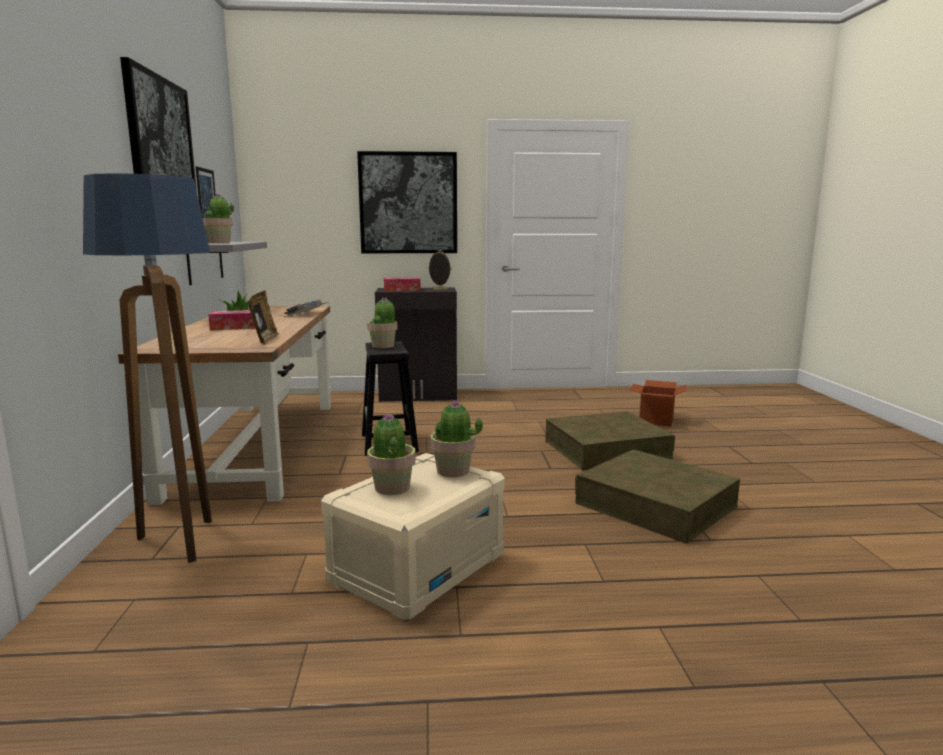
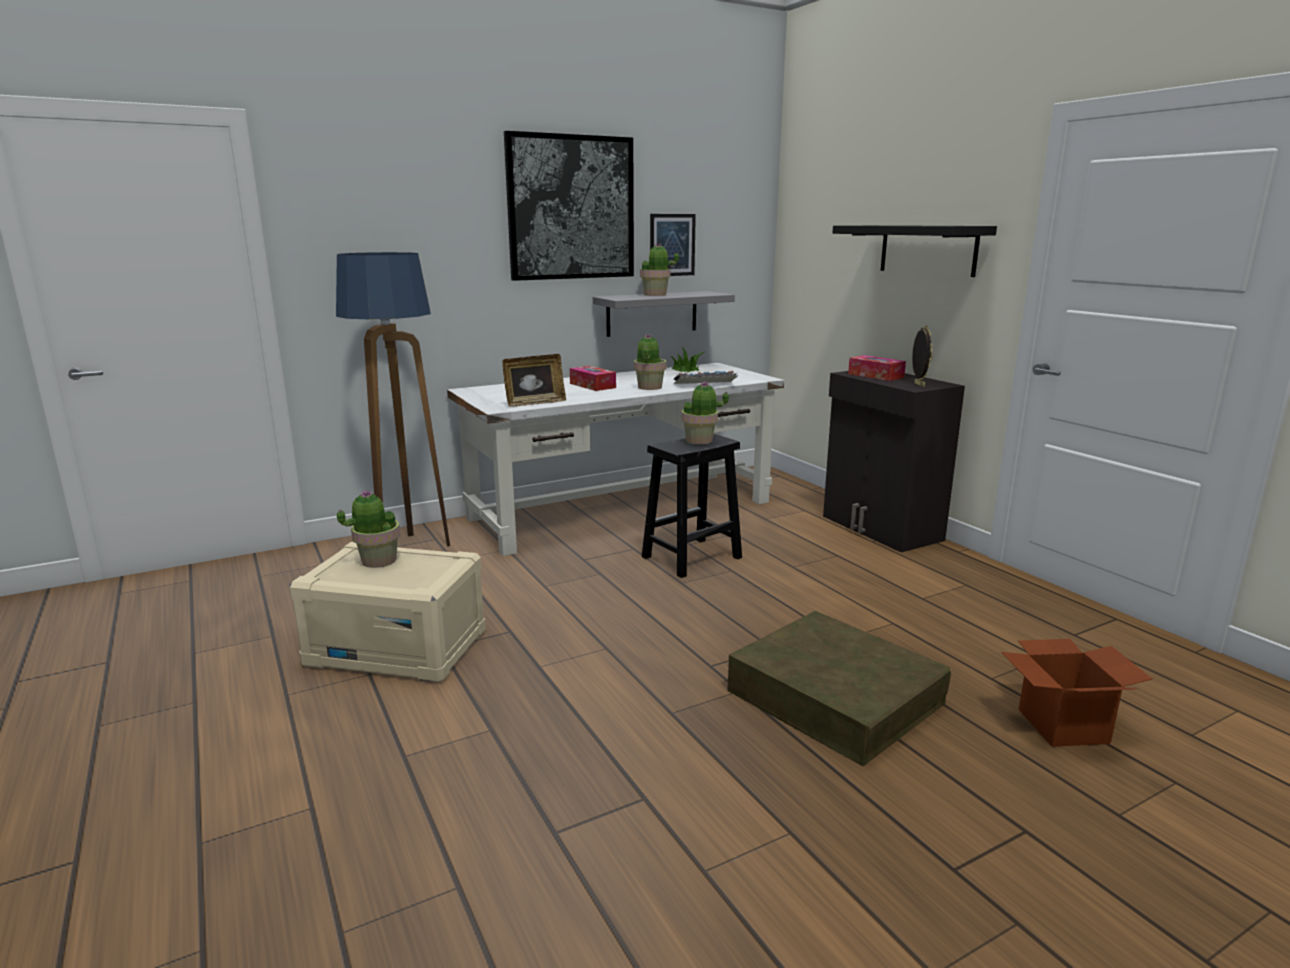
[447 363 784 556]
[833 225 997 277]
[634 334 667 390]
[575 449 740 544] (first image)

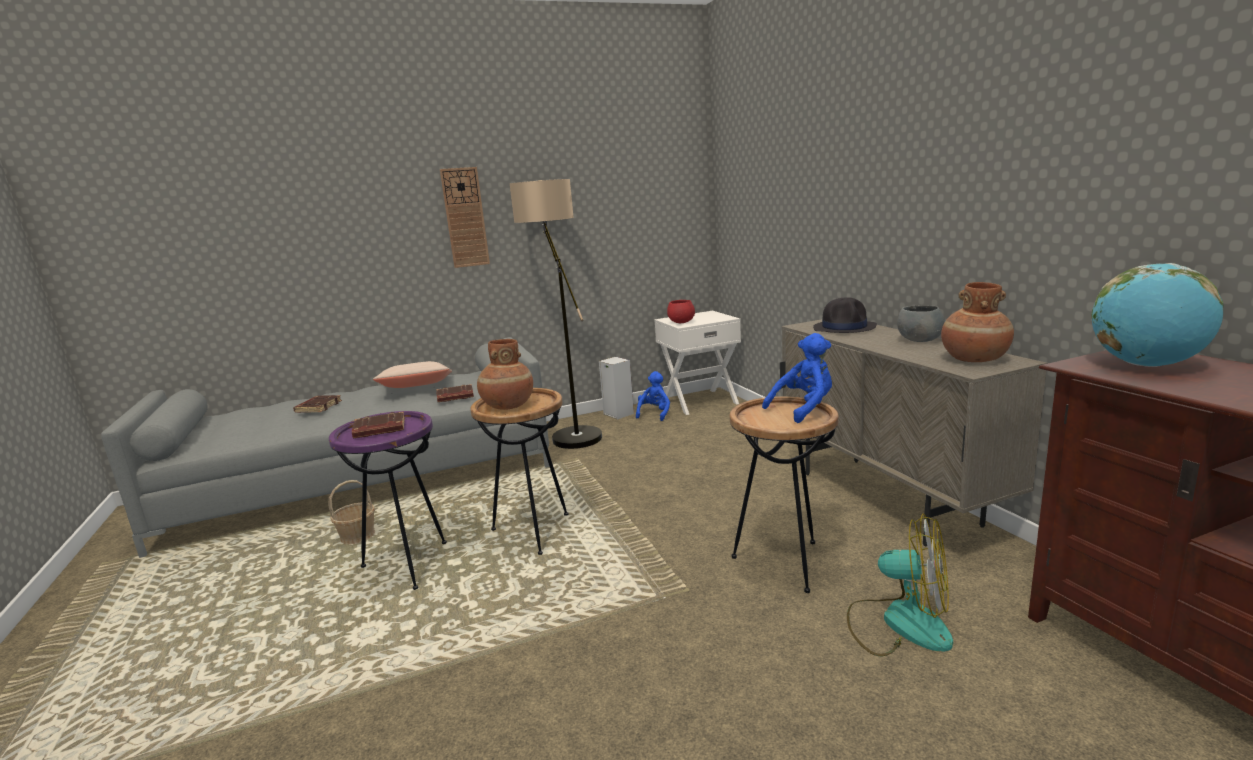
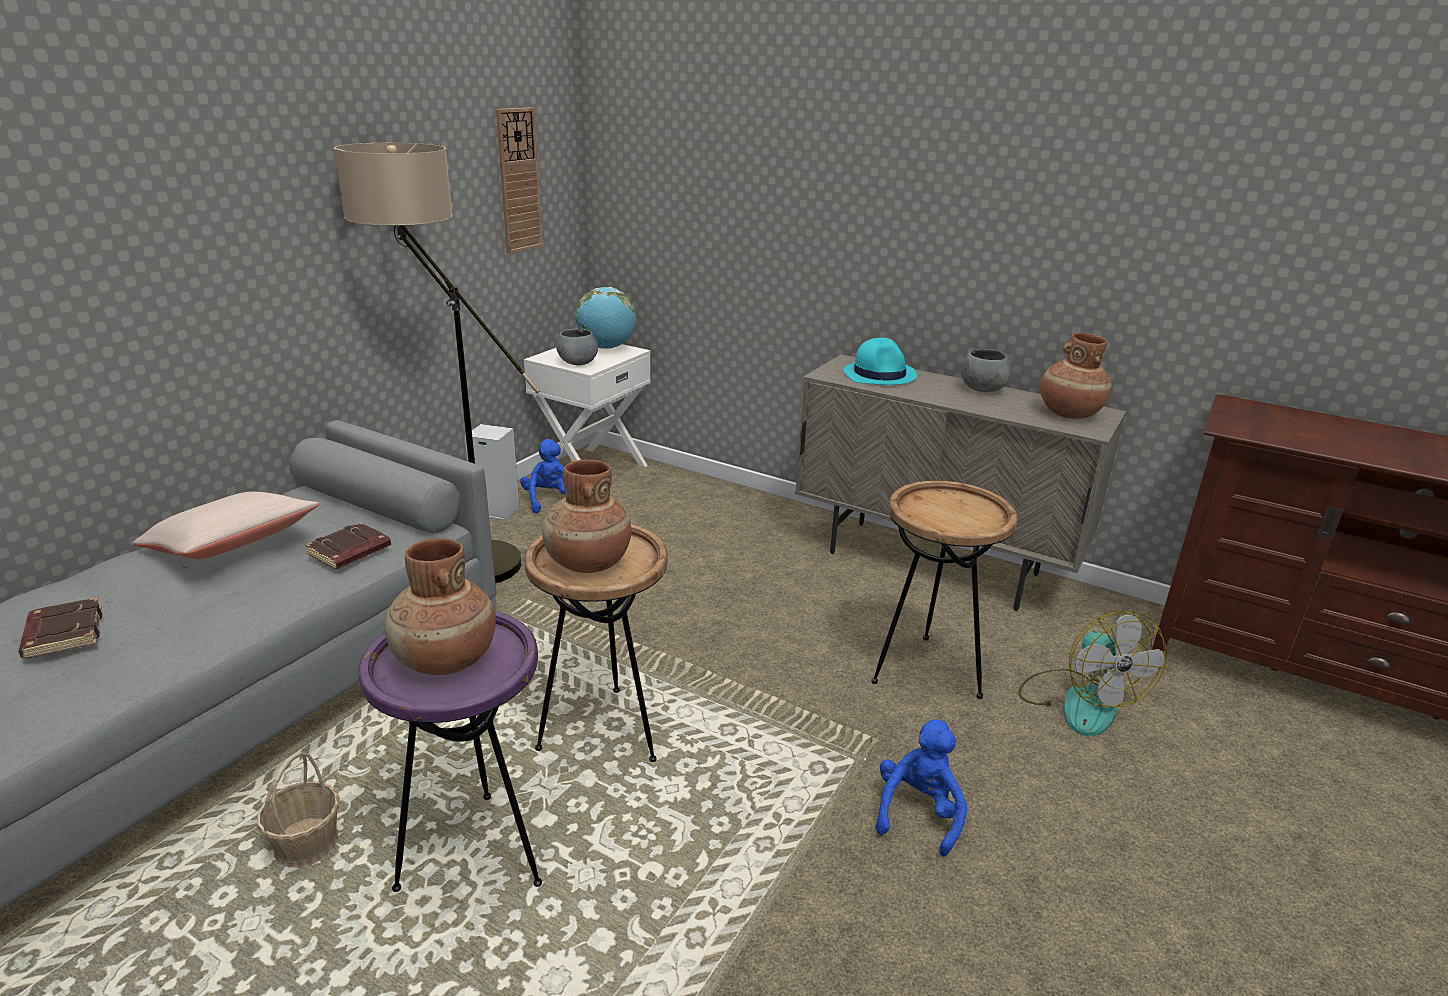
[384 538 496 675]
[496 107 543 254]
[556 329 598 365]
[876 719 967 857]
[844 338 917 385]
[1018 611 1167 736]
[575 287 637 349]

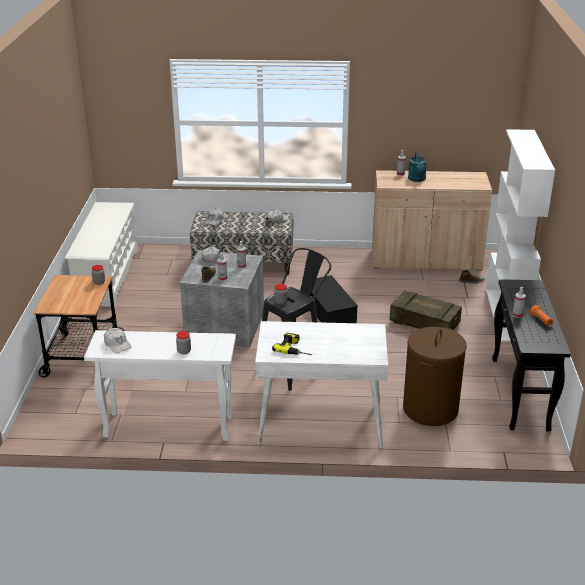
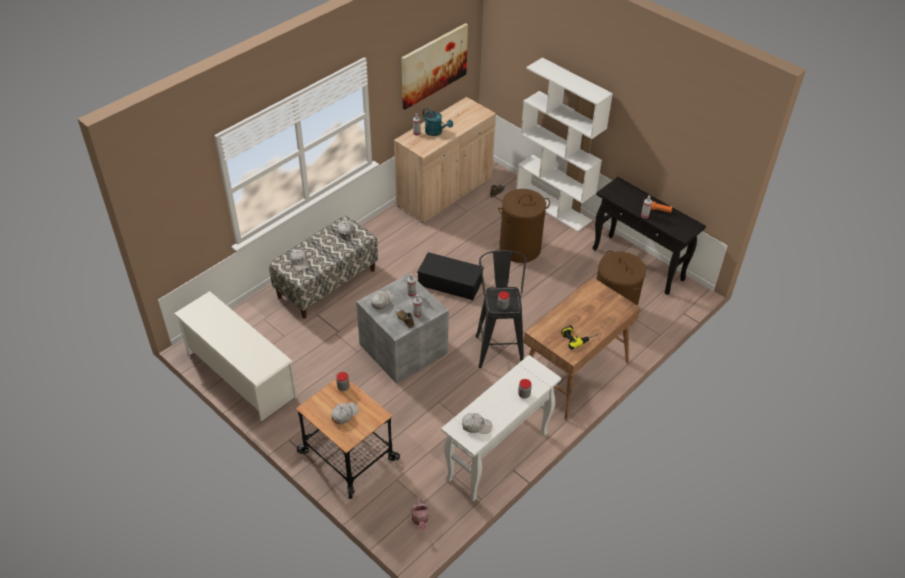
[523 277 641 420]
[498 189 550 263]
[331 402 359 424]
[401 23 468 110]
[411 497 429 530]

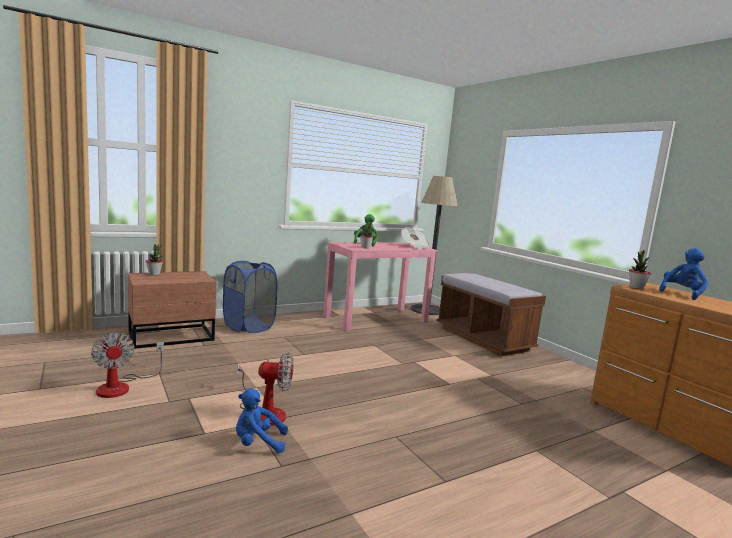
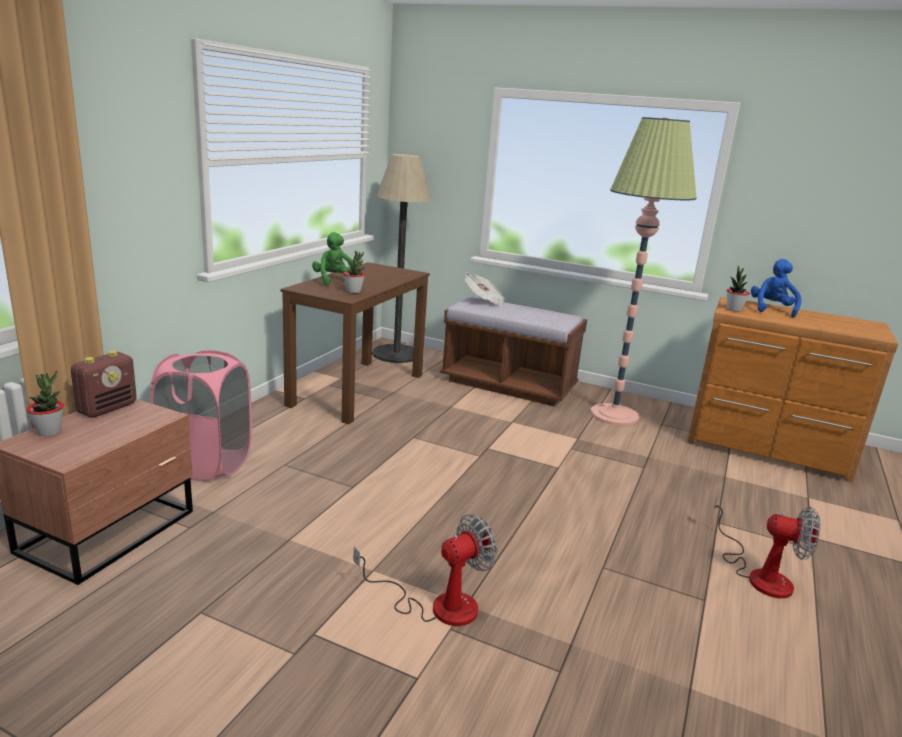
[714 498 821 598]
[150 350 252 481]
[236 389 288 453] (first image)
[280 262 430 424]
[465 272 505 306]
[71 351 137 417]
[590 117 697 426]

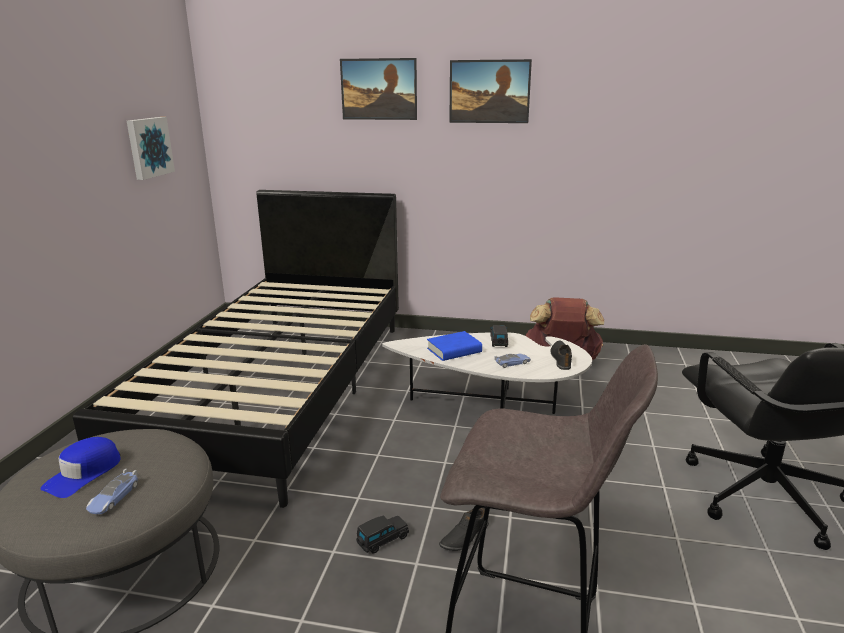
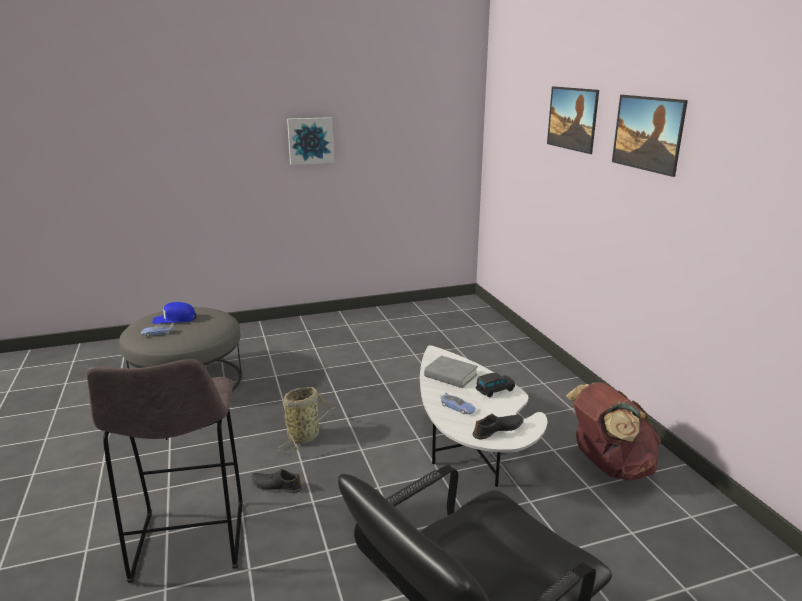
[73 190 399 508] (first image)
[287 117 334 165]
[356 516 409 554] (first image)
[424 355 478 388]
[278 387 335 452]

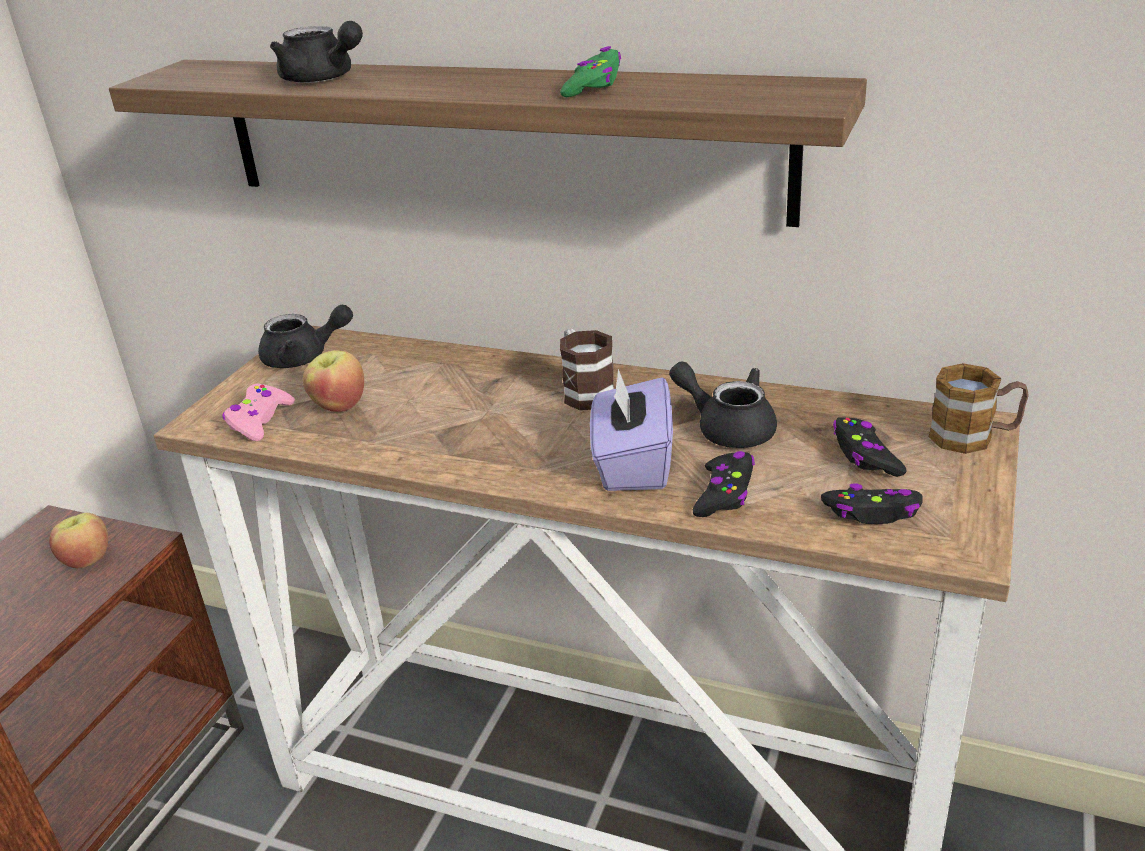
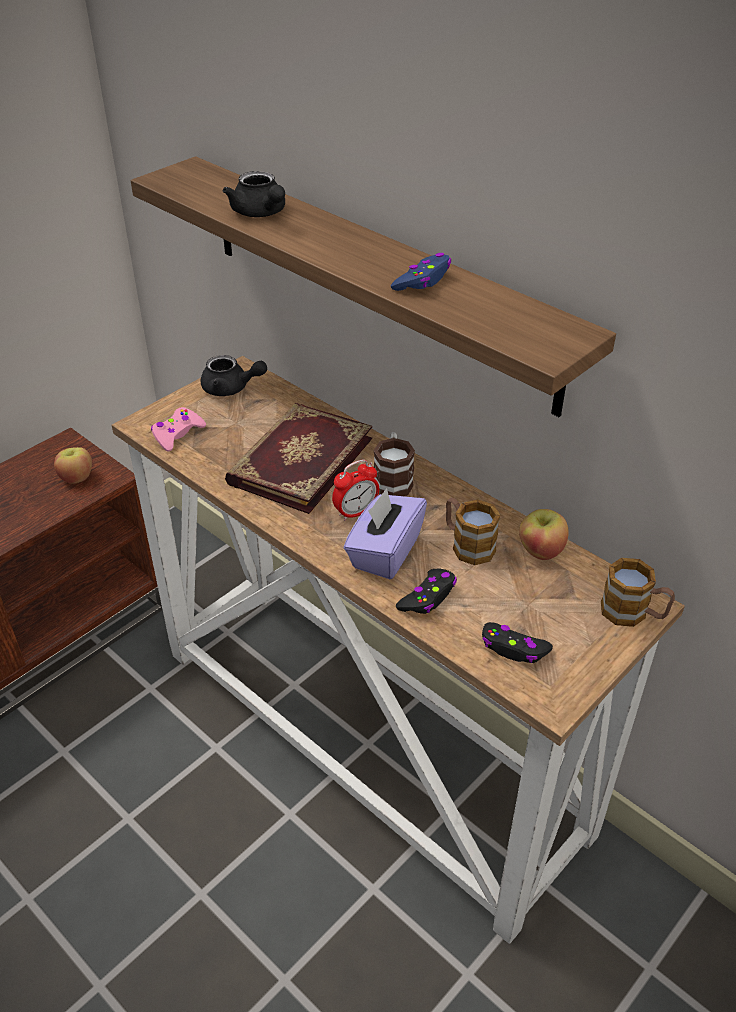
[519 509 569 560]
[391 253 451 291]
[446 498 500 565]
[833 417 907 477] (first image)
[225 403 372 514]
[332 460 379 521]

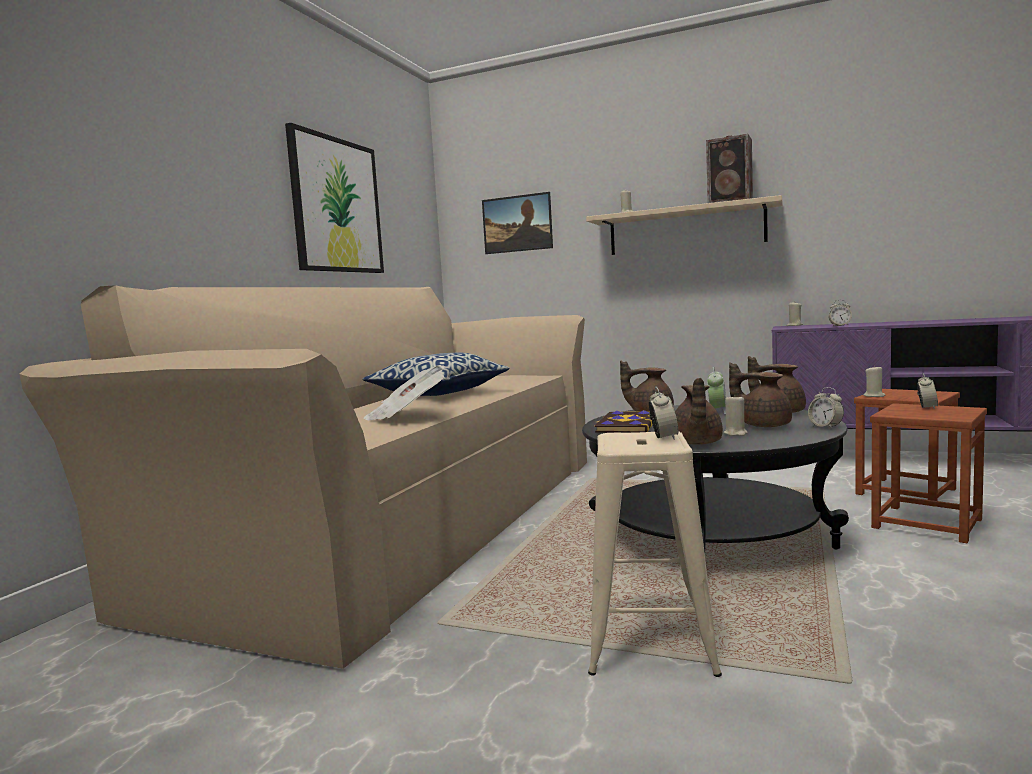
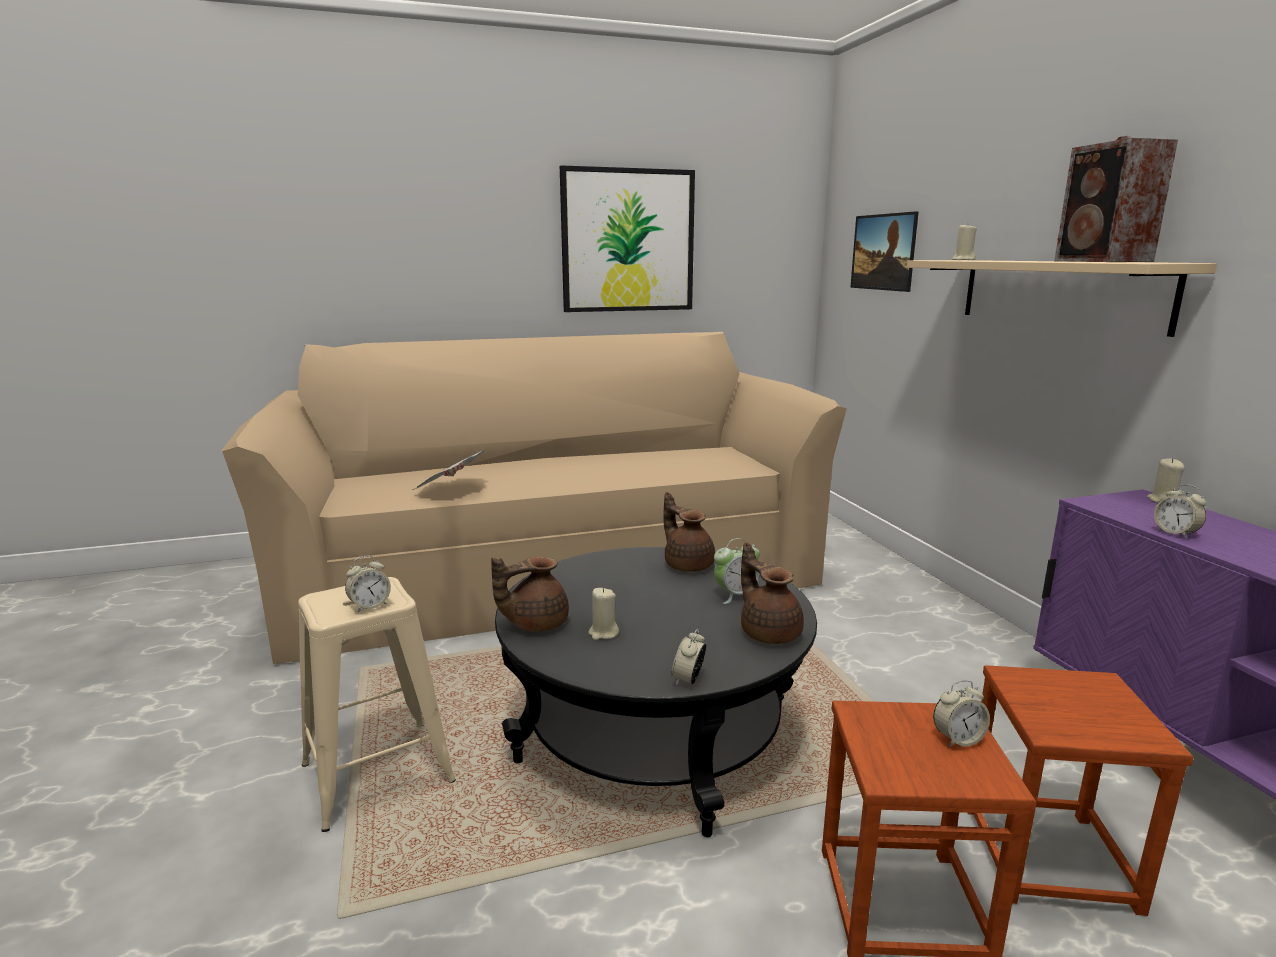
[363 353 510 396] (first image)
[594 410 653 433] (first image)
[729 362 792 427] (first image)
[864 365 886 397] (first image)

